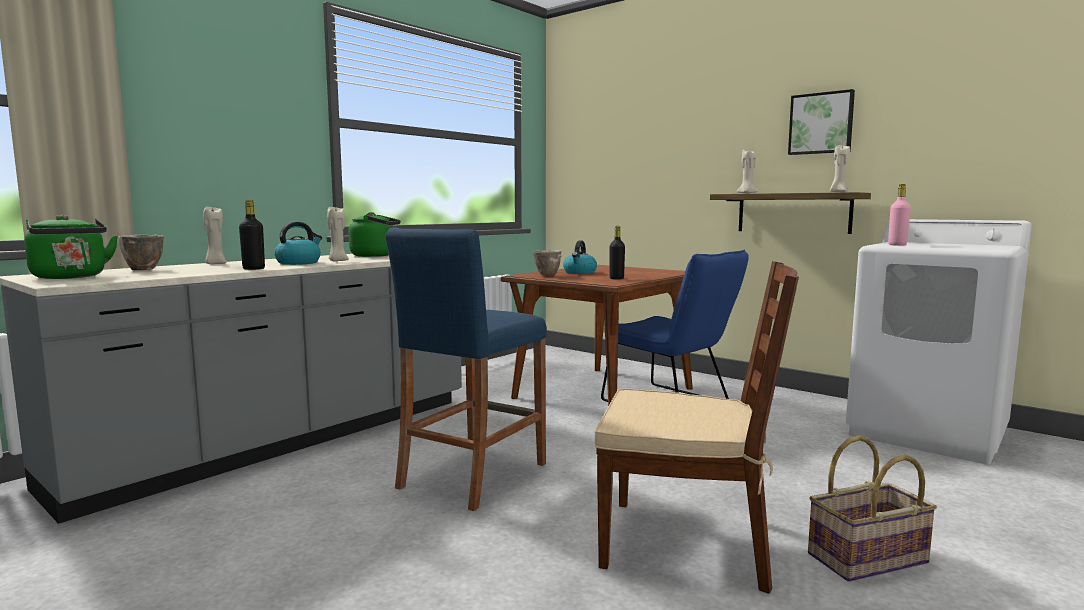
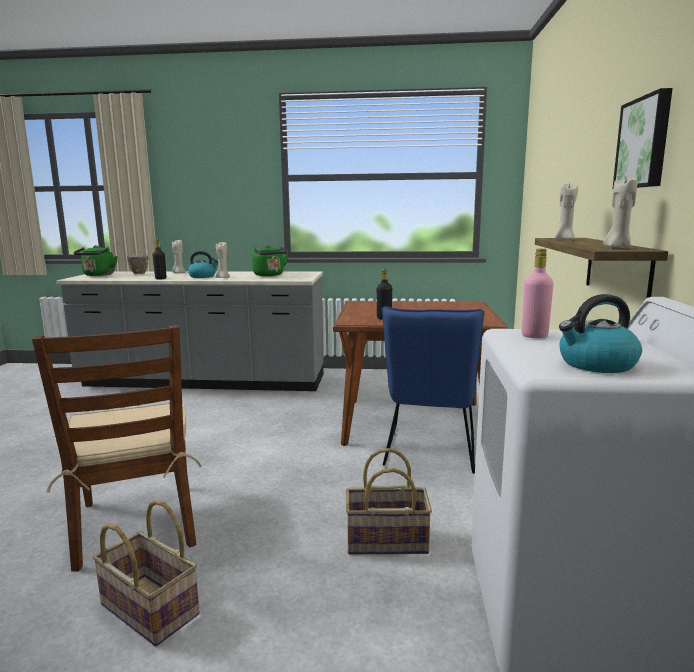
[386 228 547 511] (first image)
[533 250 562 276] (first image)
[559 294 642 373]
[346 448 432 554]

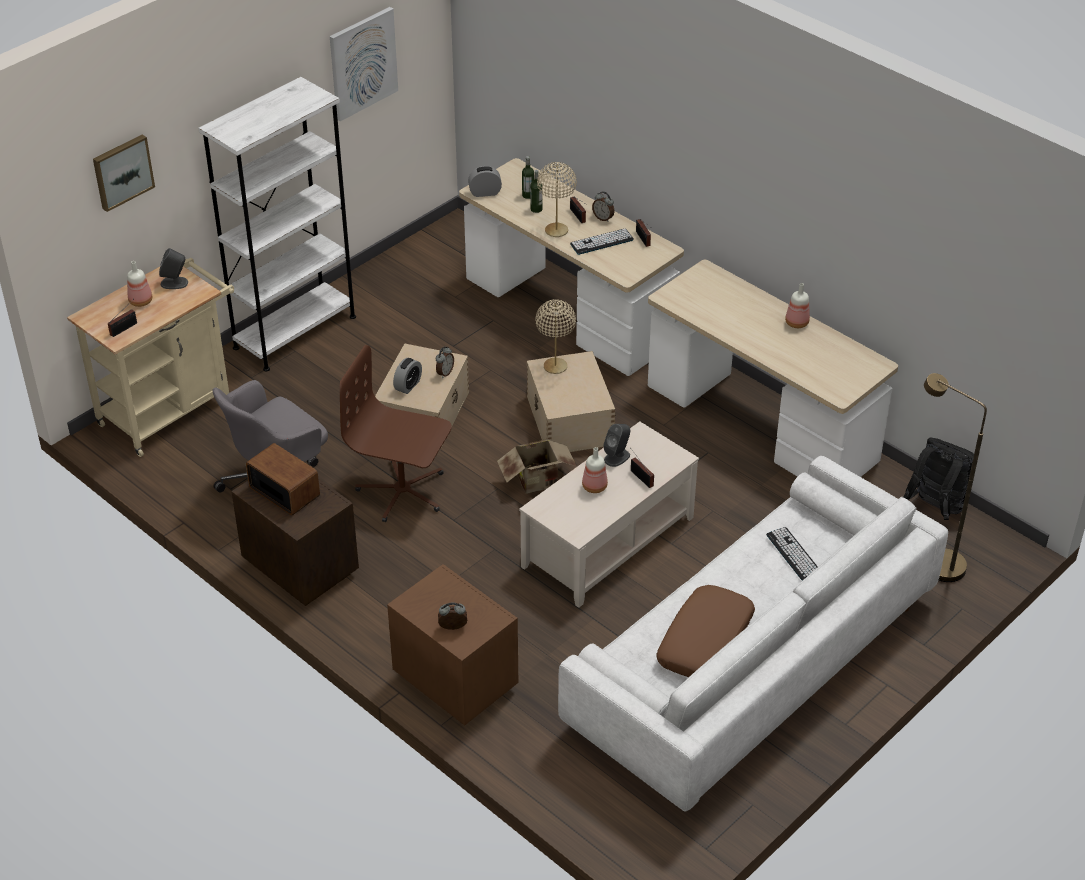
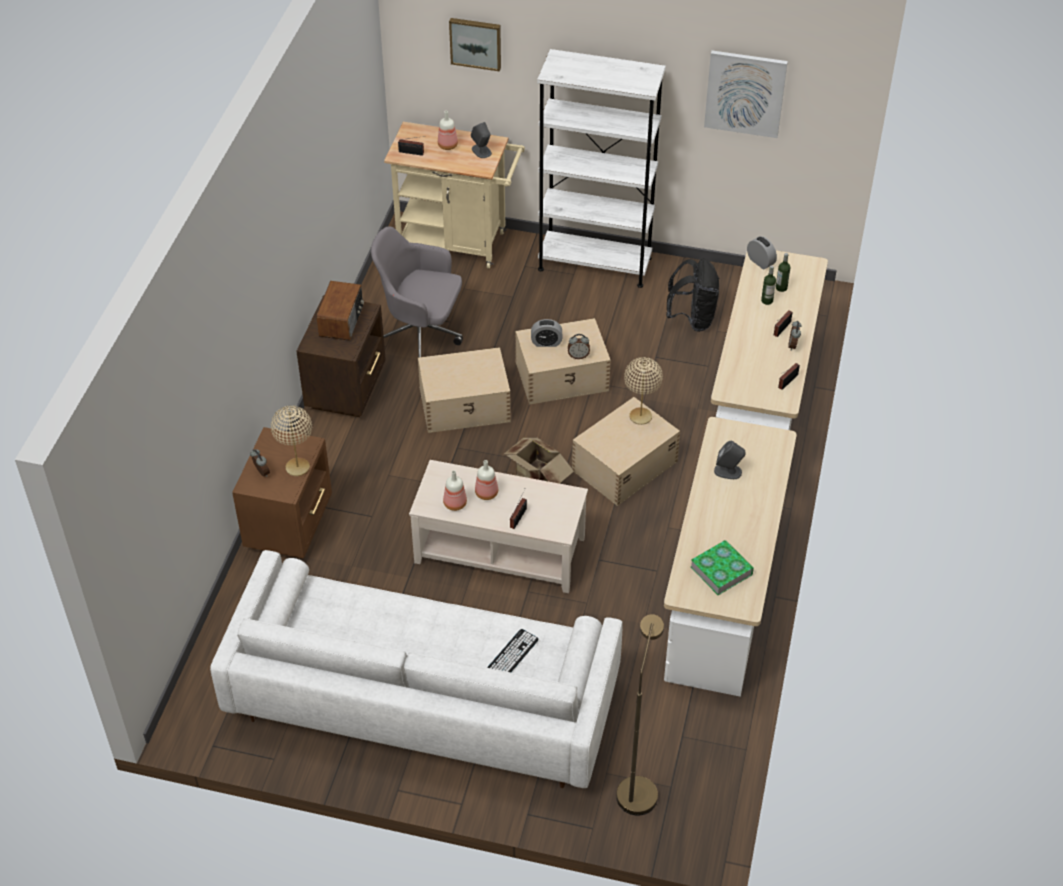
[418 347 511 433]
[271 405 312 476]
[570 229 634 255] (first image)
[714 441 746 479]
[657 585 755 677] (first image)
[443 471 467 511]
[666 258 720 332]
[691 540 754 595]

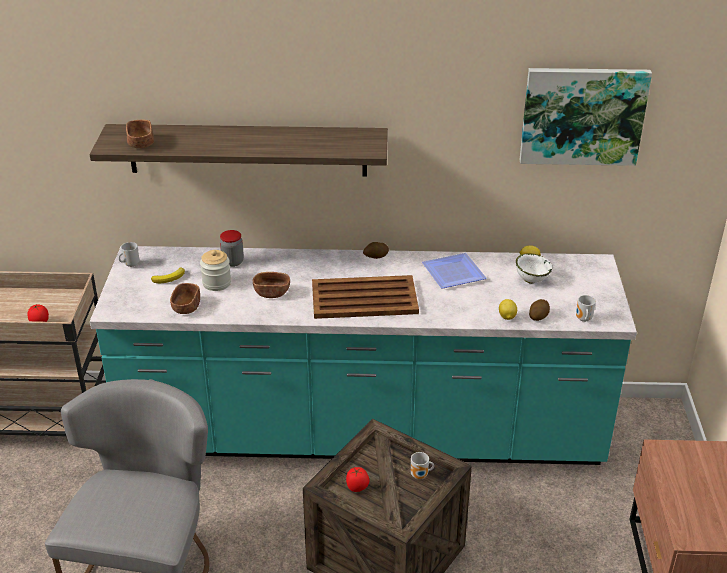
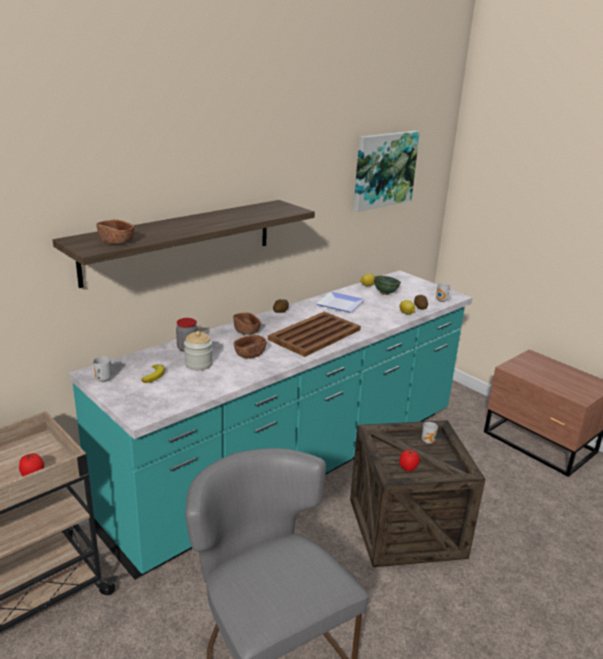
[233 312 260 335]
[374 276 401 295]

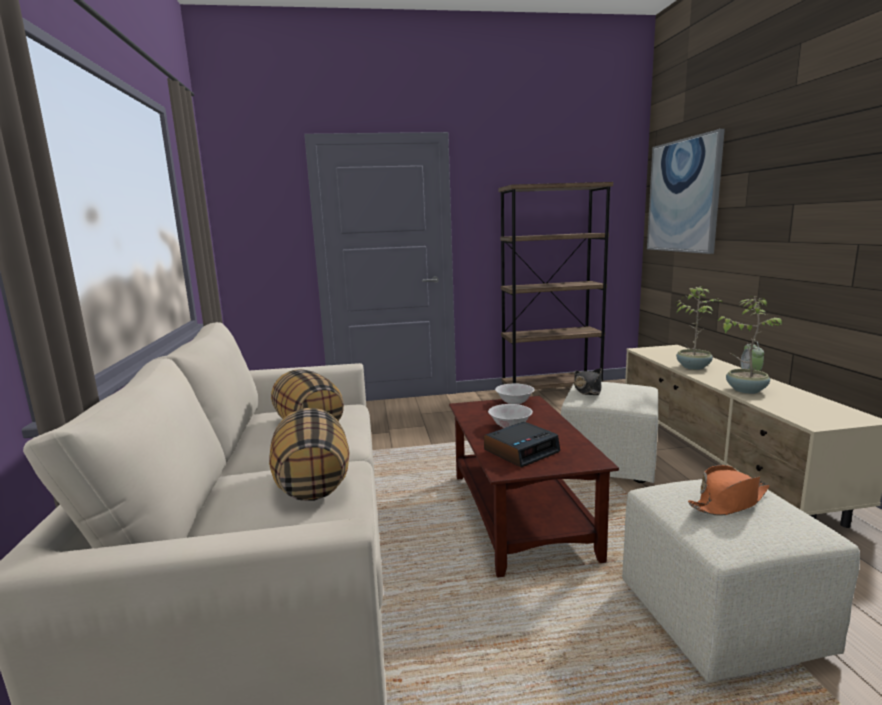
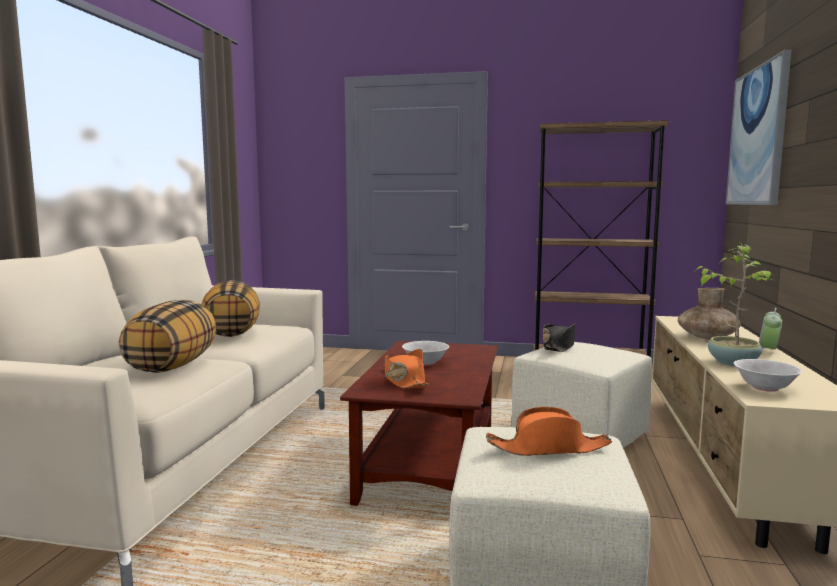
[385 349 429 389]
[733 359 803 392]
[678 288 741 340]

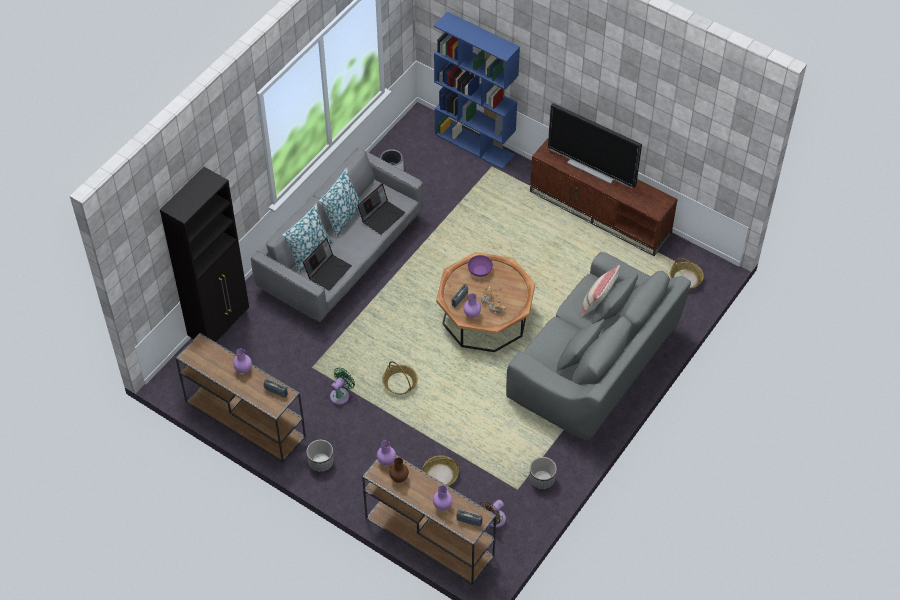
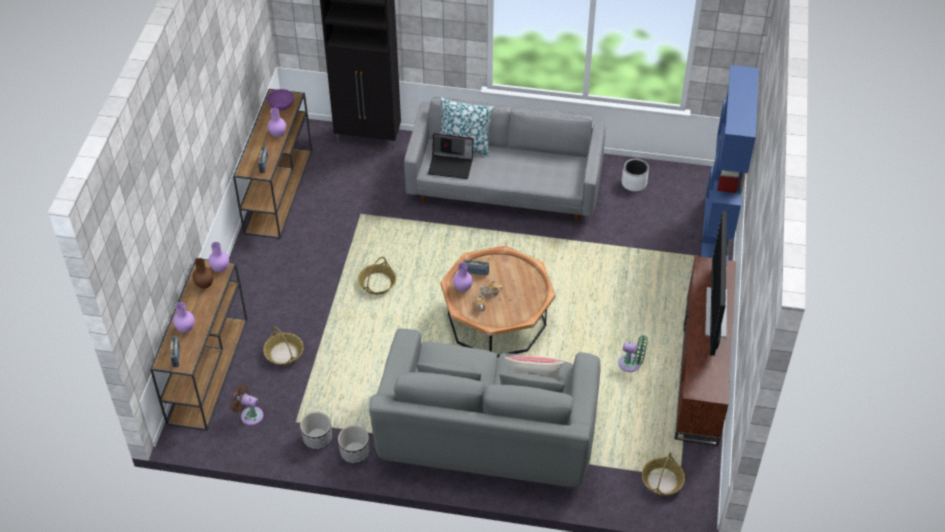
[338 425 370 464]
[318 168 362 238] (first image)
[618 336 648 372]
[358 184 405 235] (first image)
[267 89 294 111]

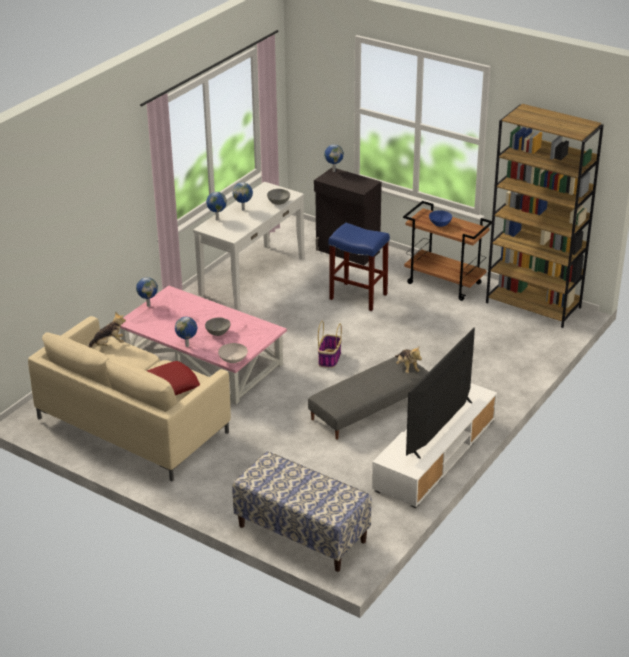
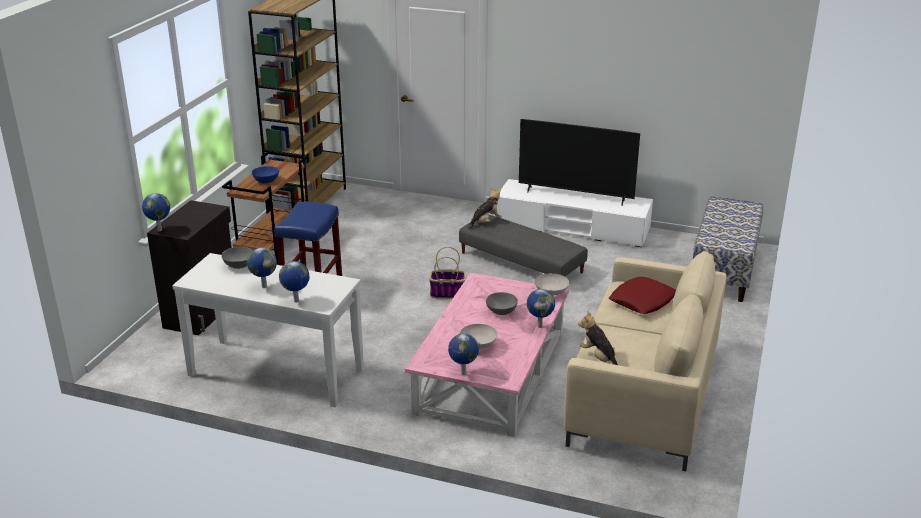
[460 324 498 349]

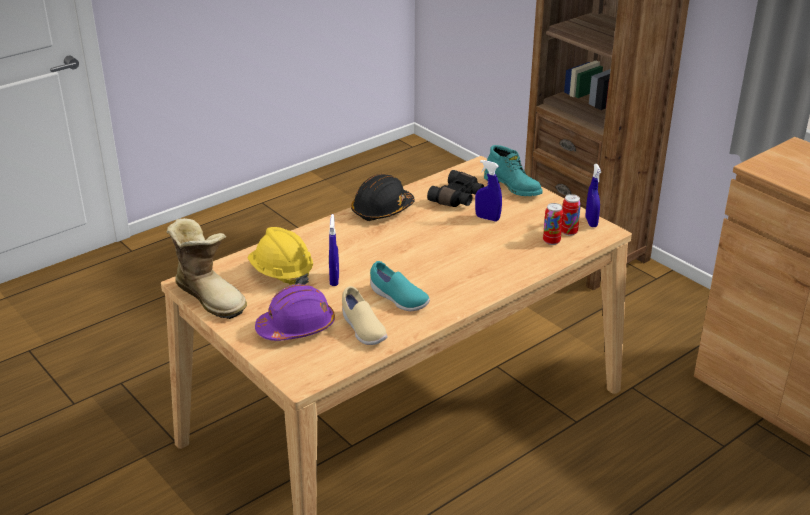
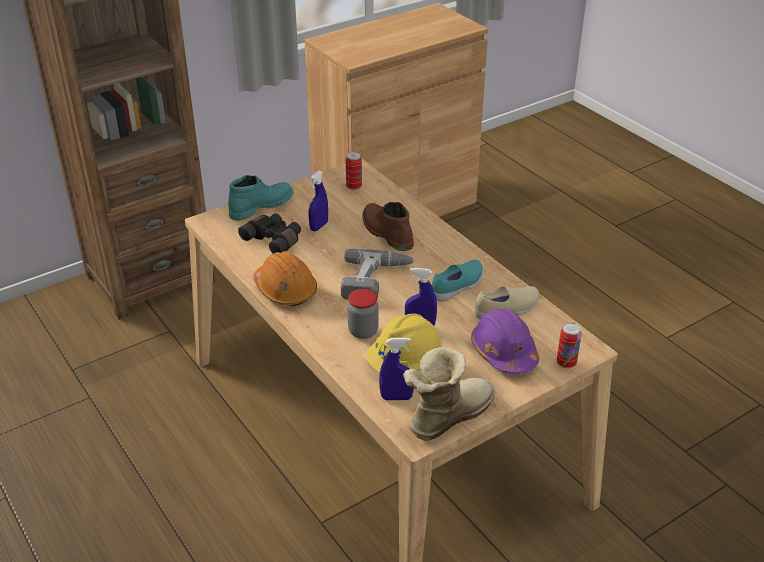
[253 251 317 306]
[557 323 581 368]
[379 338 414 400]
[341 249 415 300]
[347 289 379 339]
[362 202 414 251]

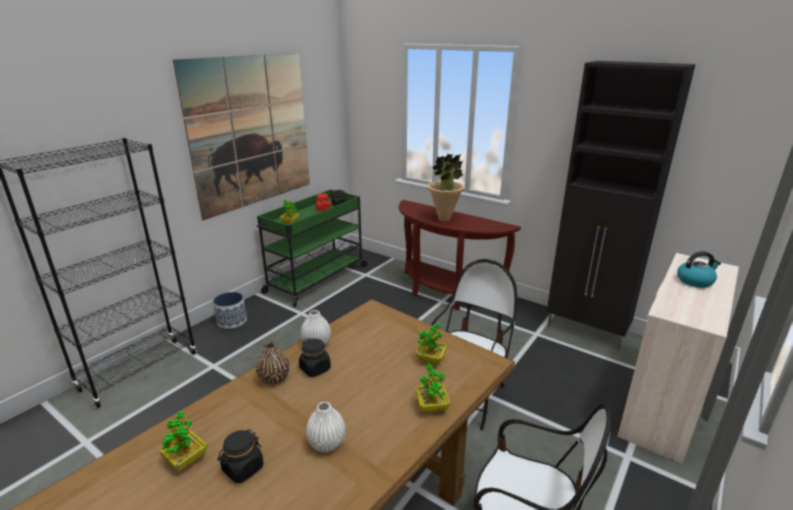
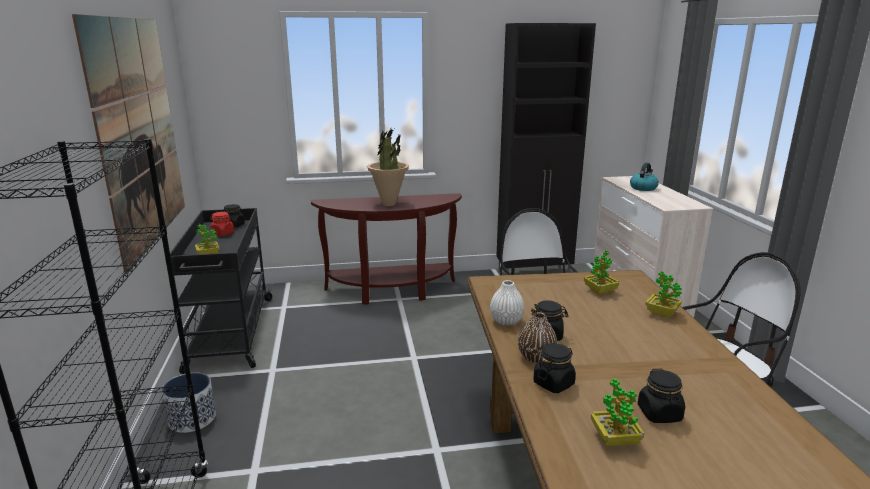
[170 208 272 374]
[306 402 346 452] (first image)
[533 343 576 393]

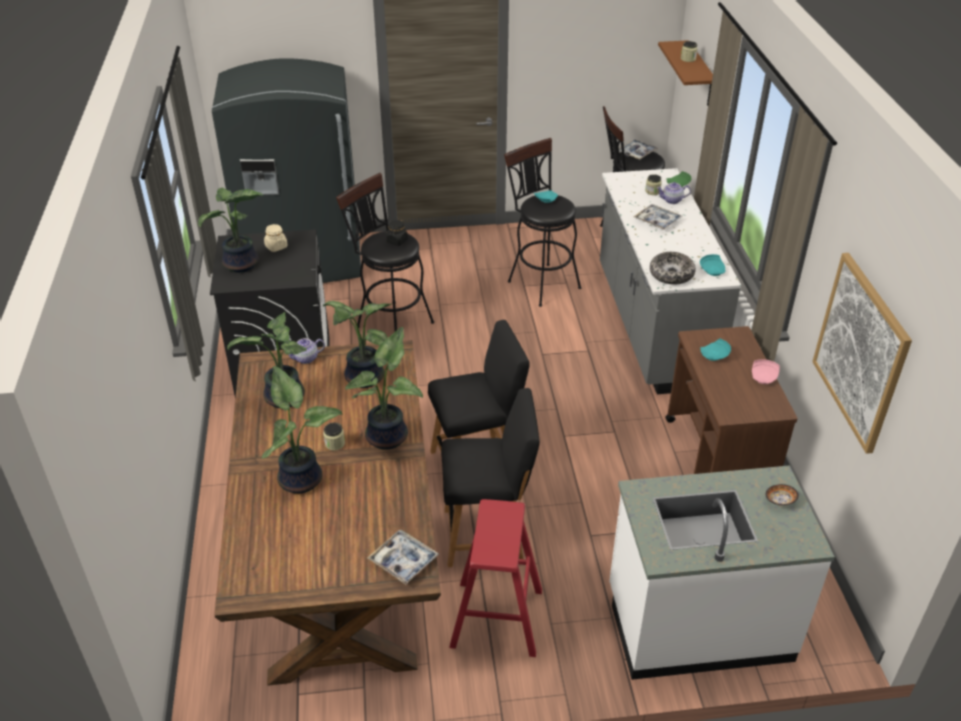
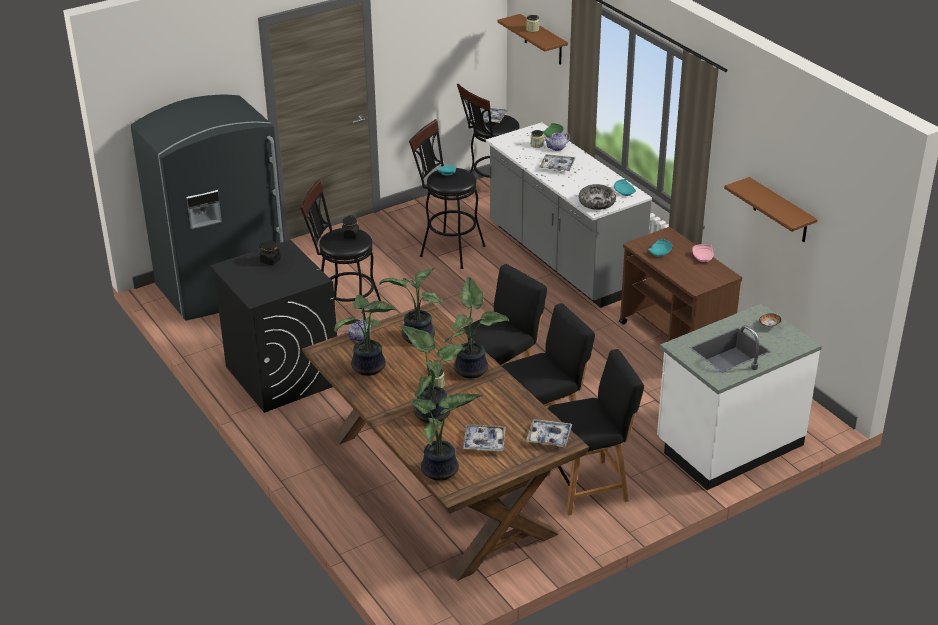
[410 393 483 481]
[259 240 281 265]
[547 349 644 515]
[724 177 818 242]
[463 425 506 451]

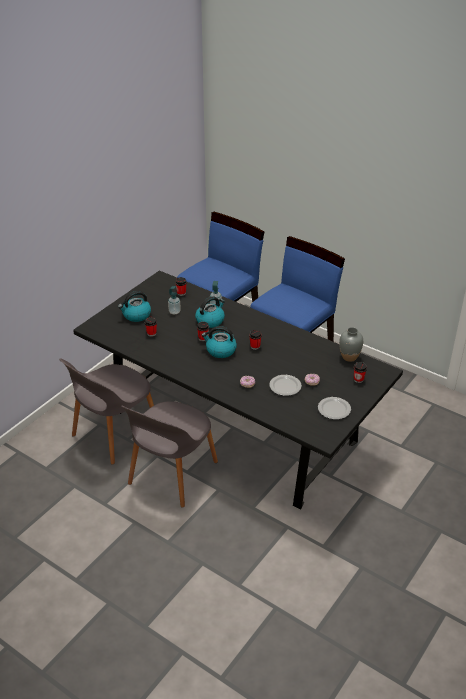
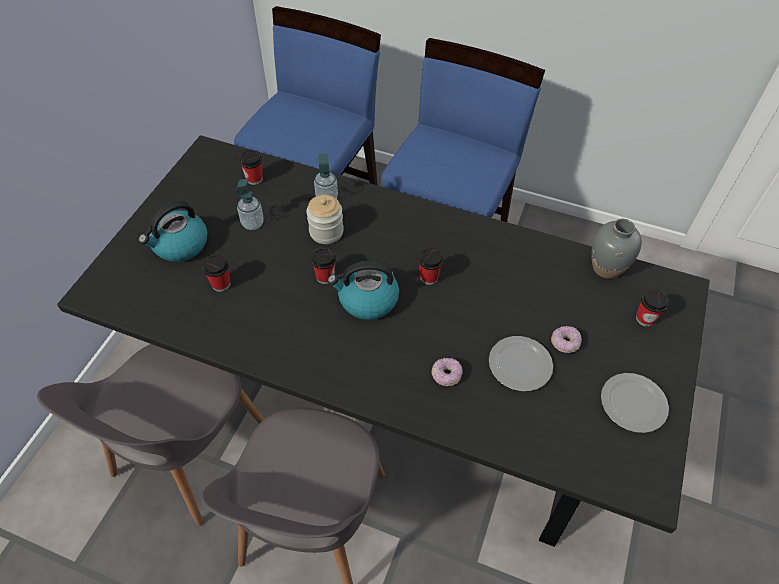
[306 195 344 244]

